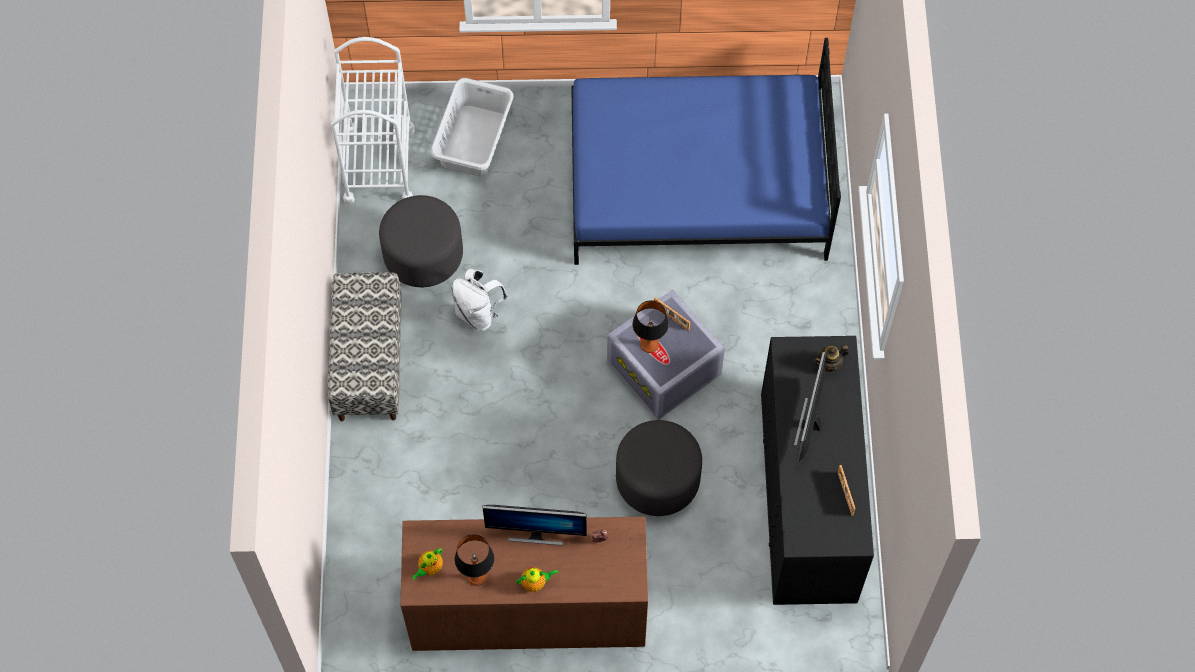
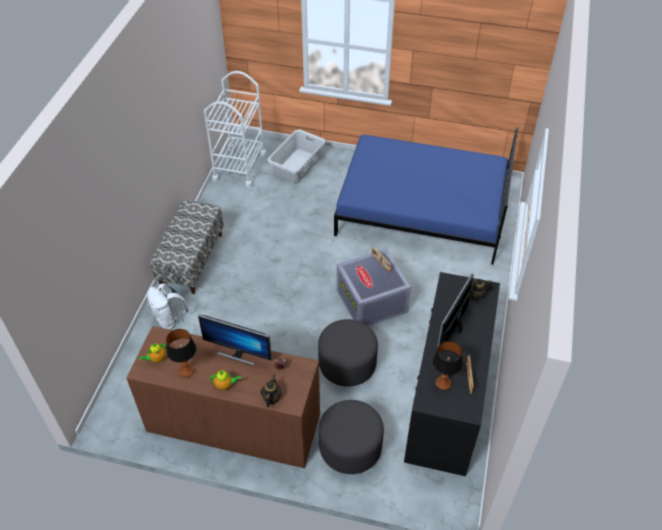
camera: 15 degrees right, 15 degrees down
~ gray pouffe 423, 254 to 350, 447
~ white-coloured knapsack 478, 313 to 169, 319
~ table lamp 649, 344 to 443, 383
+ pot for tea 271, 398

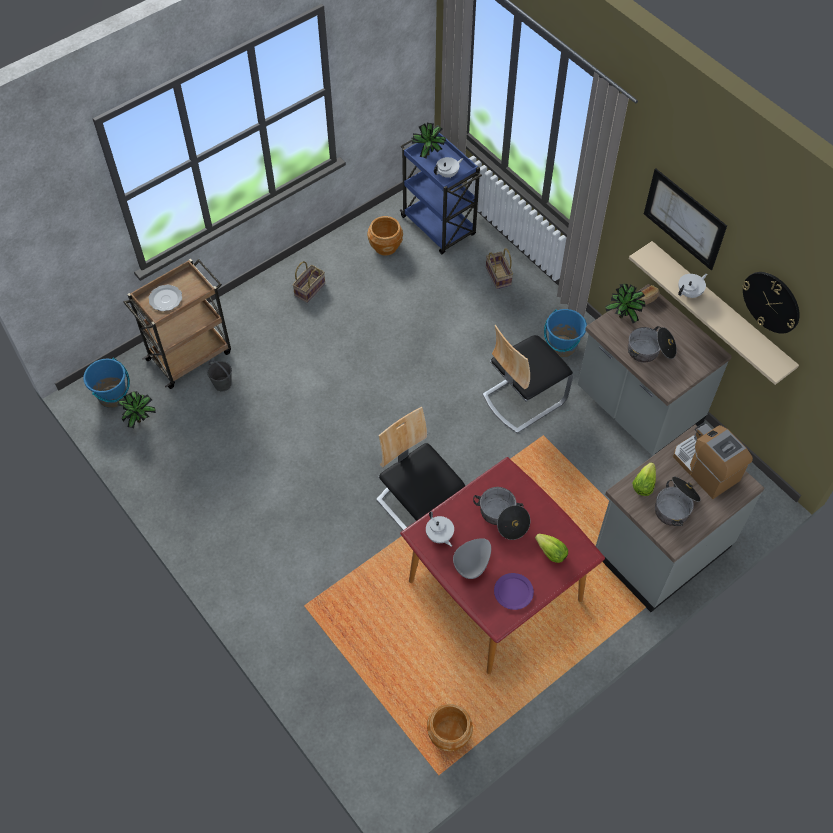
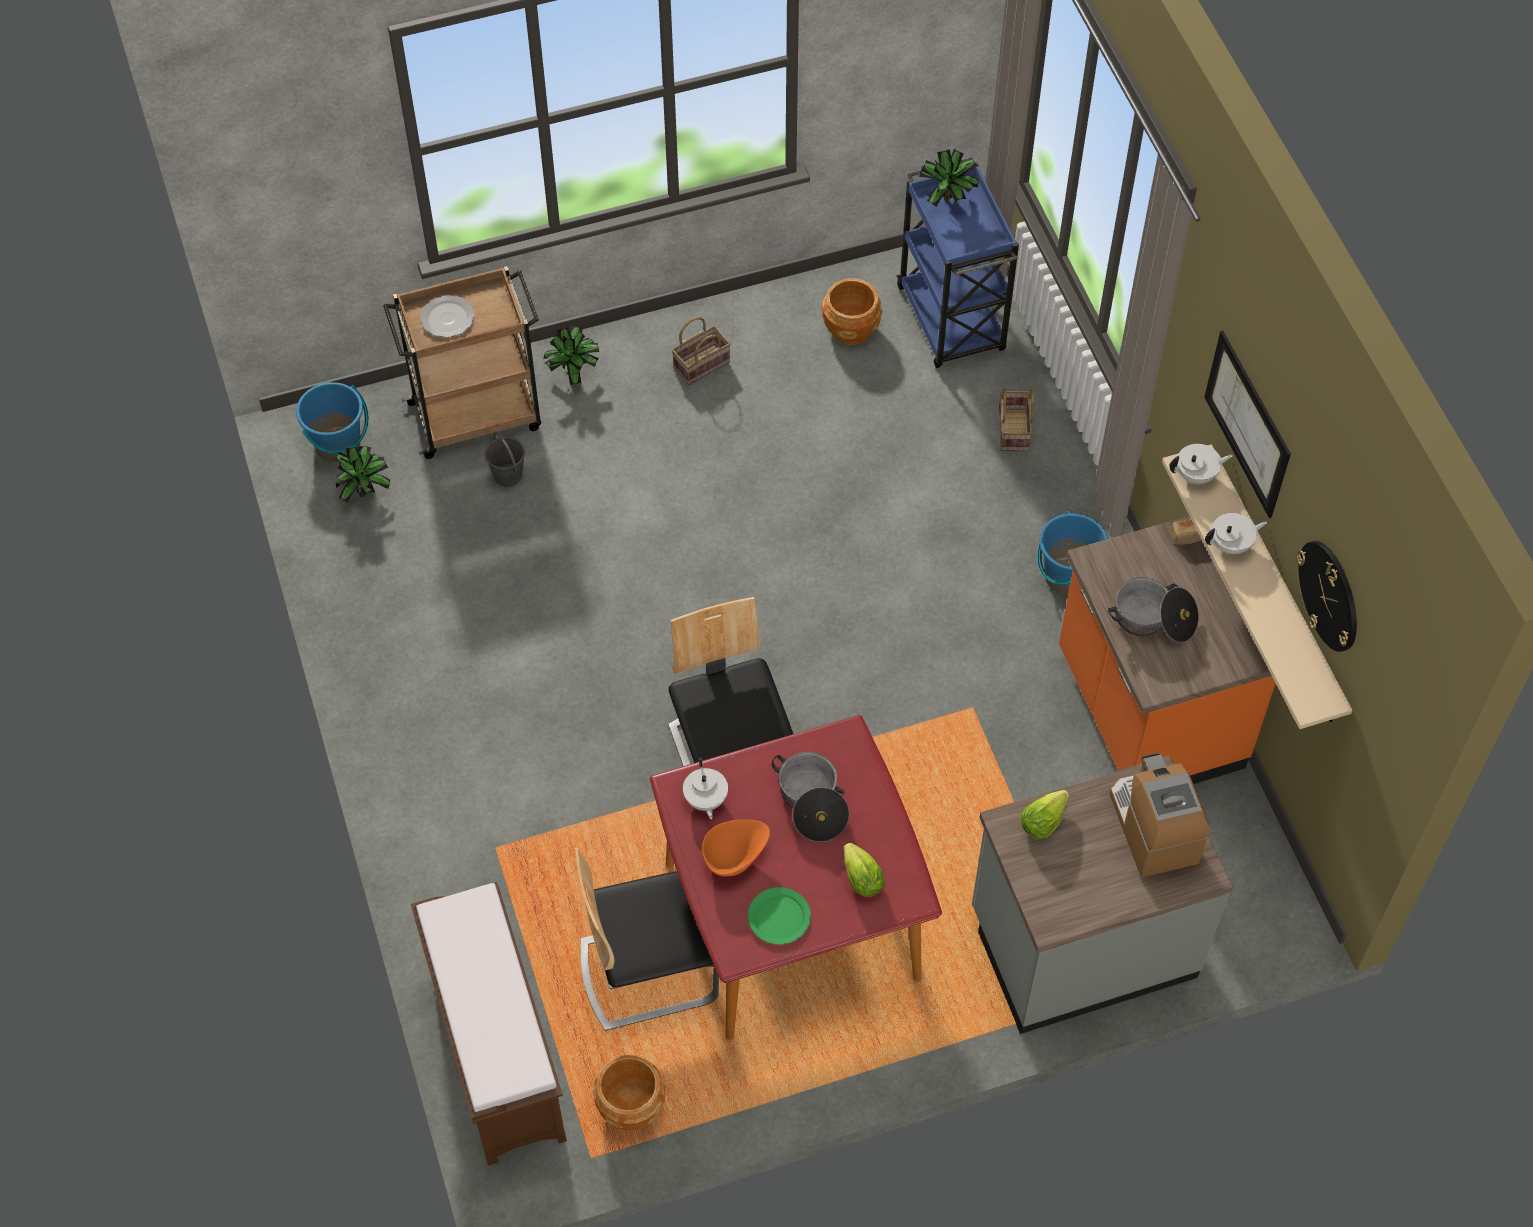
camera: 20 degrees right, 0 degrees up
~ white-coloured pot for tea 448, 174 to 1196, 475
~ gray deep dish 472, 565 to orange deep dish 735, 858
~ plain chair 523, 398 to 647, 970
~ purple dinner plate 513, 592 to green dinner plate 779, 917
~ gray kitchen base unit 637, 408 to orange kitchen base unit 1146, 712
~ houseplant 623, 316 to 574, 374
- saucepot 675, 506
+ brownish bench 496, 1052

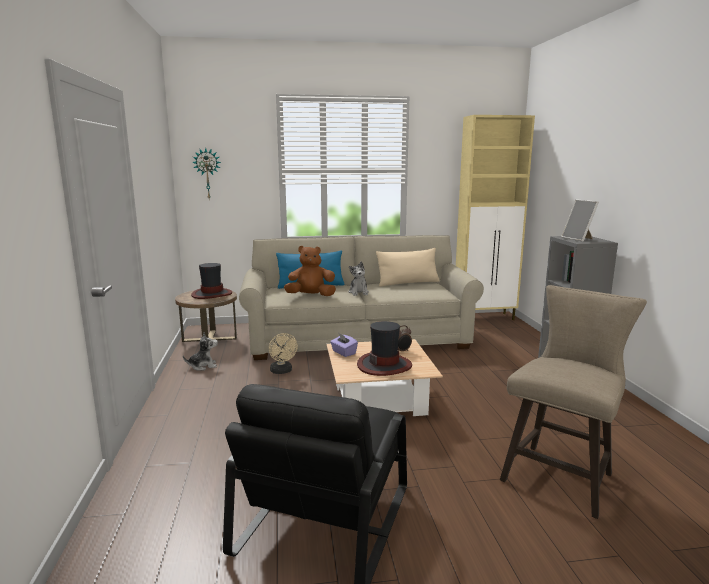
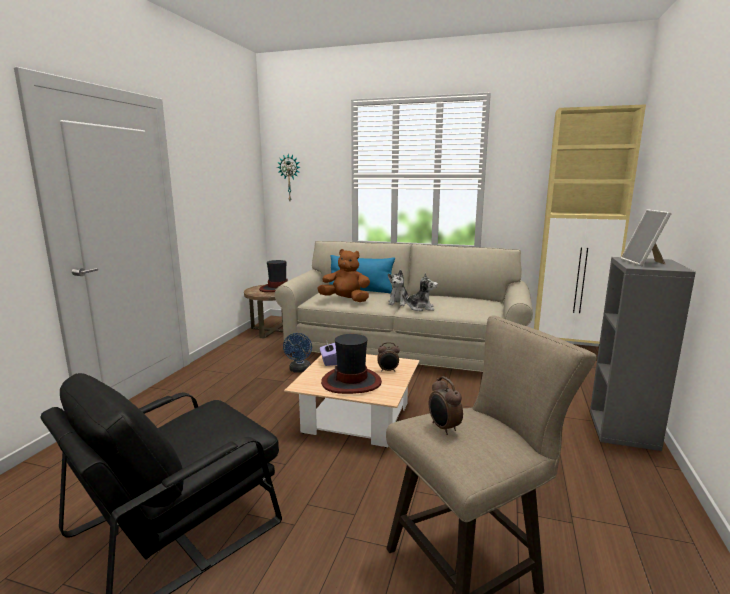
camera: 25 degrees right, 0 degrees up
~ cuddly toy 203, 366 to 420, 308
~ sand-coloured electric fan 282, 371 to blue electric fan 299, 370
- sand-coloured pillow 408, 283
+ table clock 443, 428

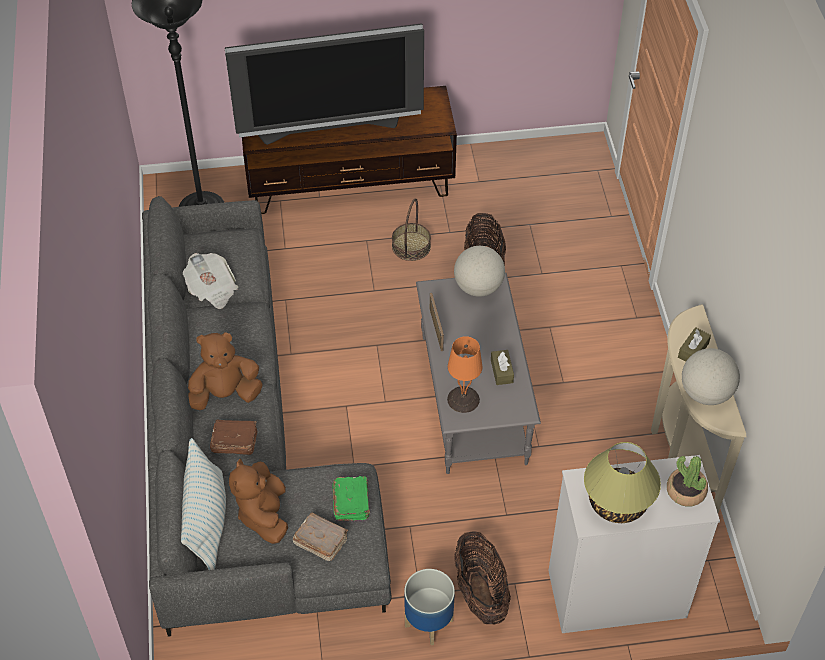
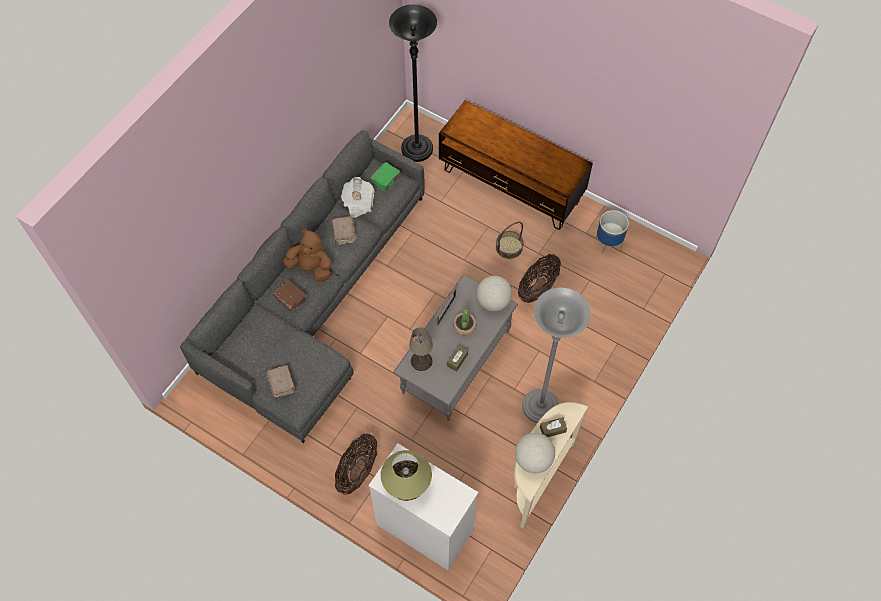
camera: 40 degrees right, 10 degrees up
- pillow 207, 521
- television 329, 127
- brownish cuddly toy 263, 515
~ green volume 352, 502 to 386, 179
~ plant pot 429, 623 to 608, 243
~ orange table lamp 464, 399 to sand-coloured table lamp 421, 361
~ houseplant 685, 491 to 464, 326
+ brownish volume 344, 234
+ gray standing lamp 540, 407

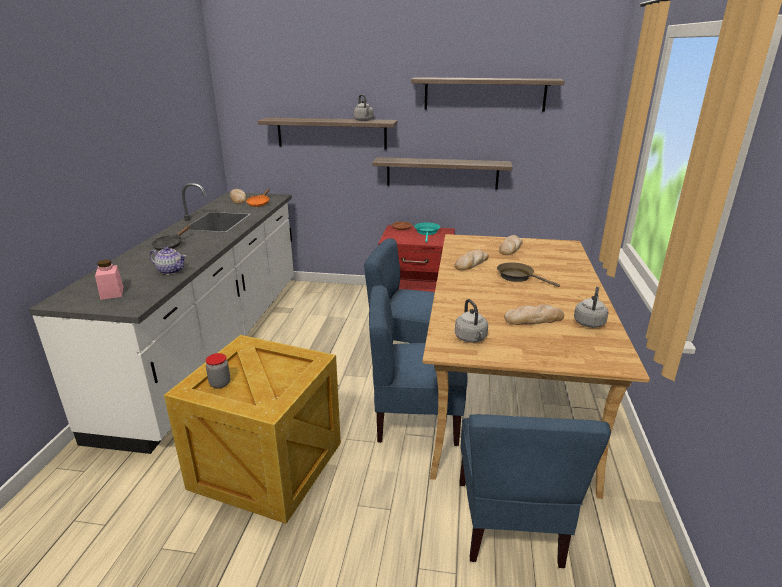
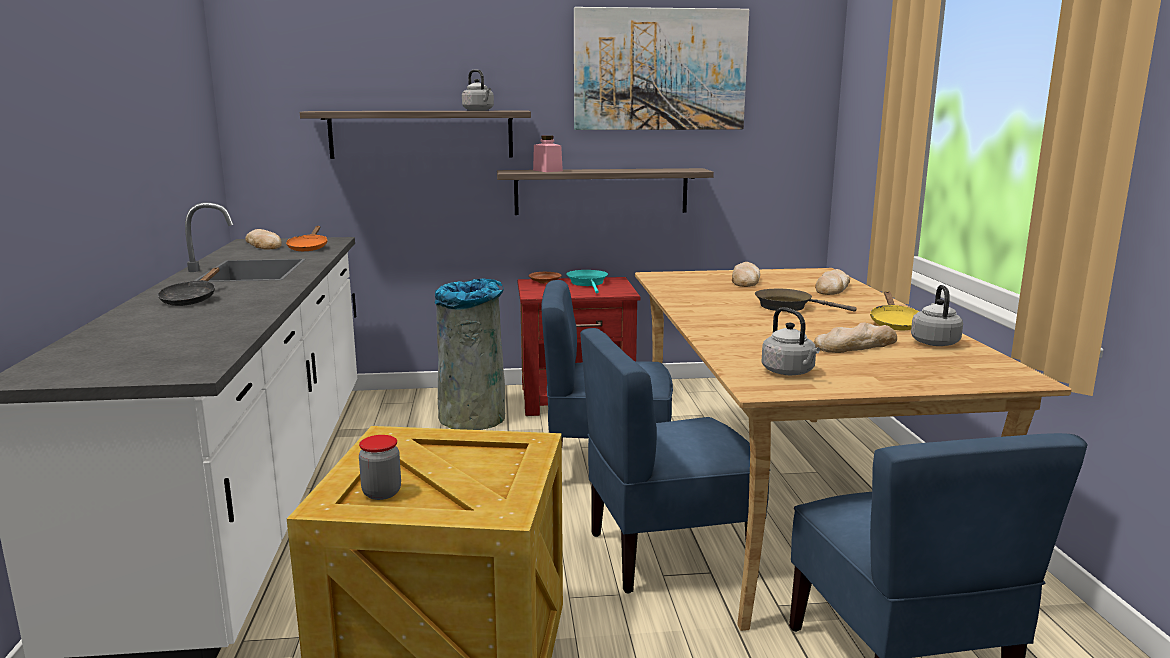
camera: 15 degrees left, 10 degrees down
~ pinkish preserve jar 112, 293 to 547, 170
- pot for tea 171, 271
~ wall shelf 484, 94 to wall art 660, 70
~ bakery bread 471, 263 to 832, 287
+ gray trash can 473, 417
+ yellow frying pan 894, 323

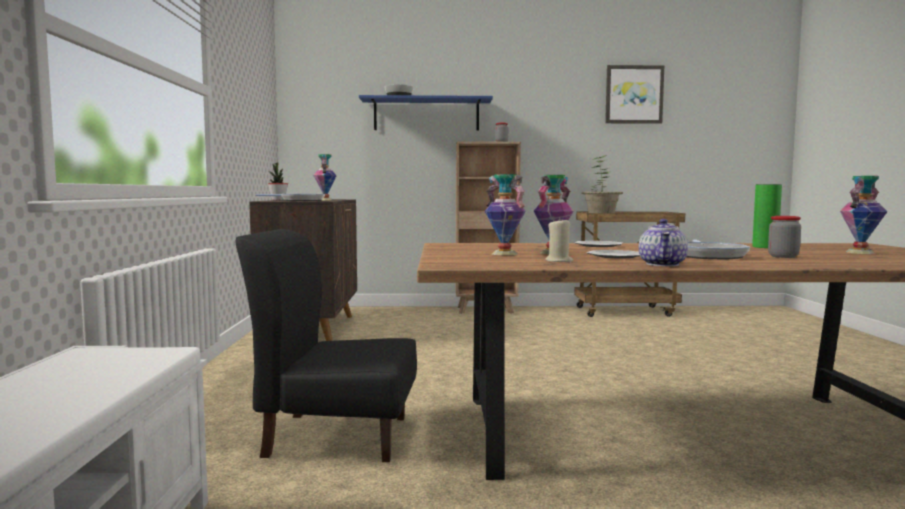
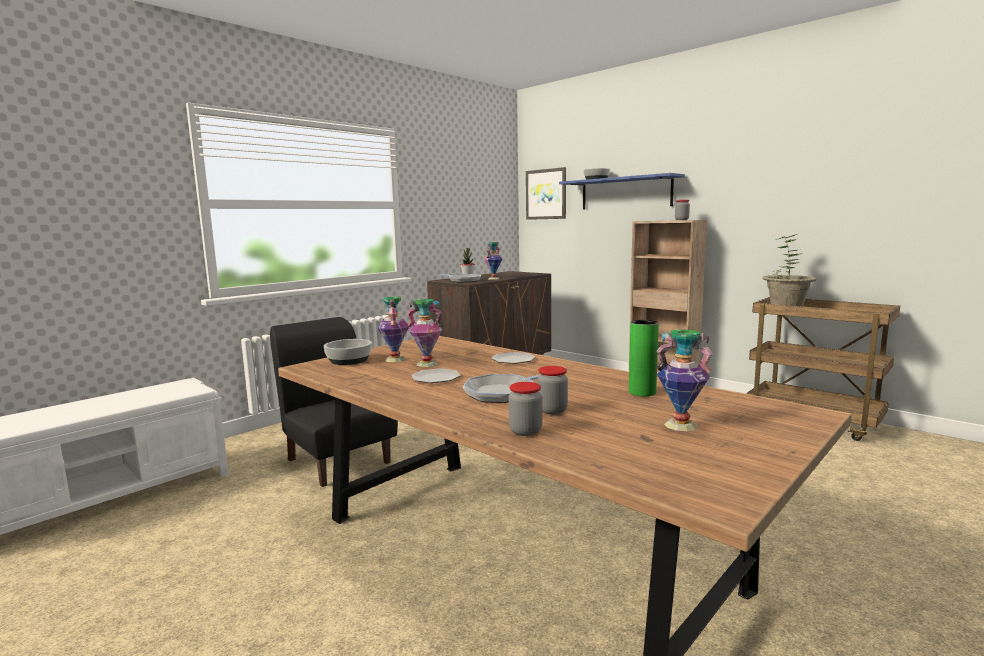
camera: 45 degrees right, 5 degrees up
- sand-coloured candle 559, 261
~ wall art 634, 94 to 546, 194
- pot for tea 663, 264
+ deep dish 349, 360
+ preserve jar 525, 431

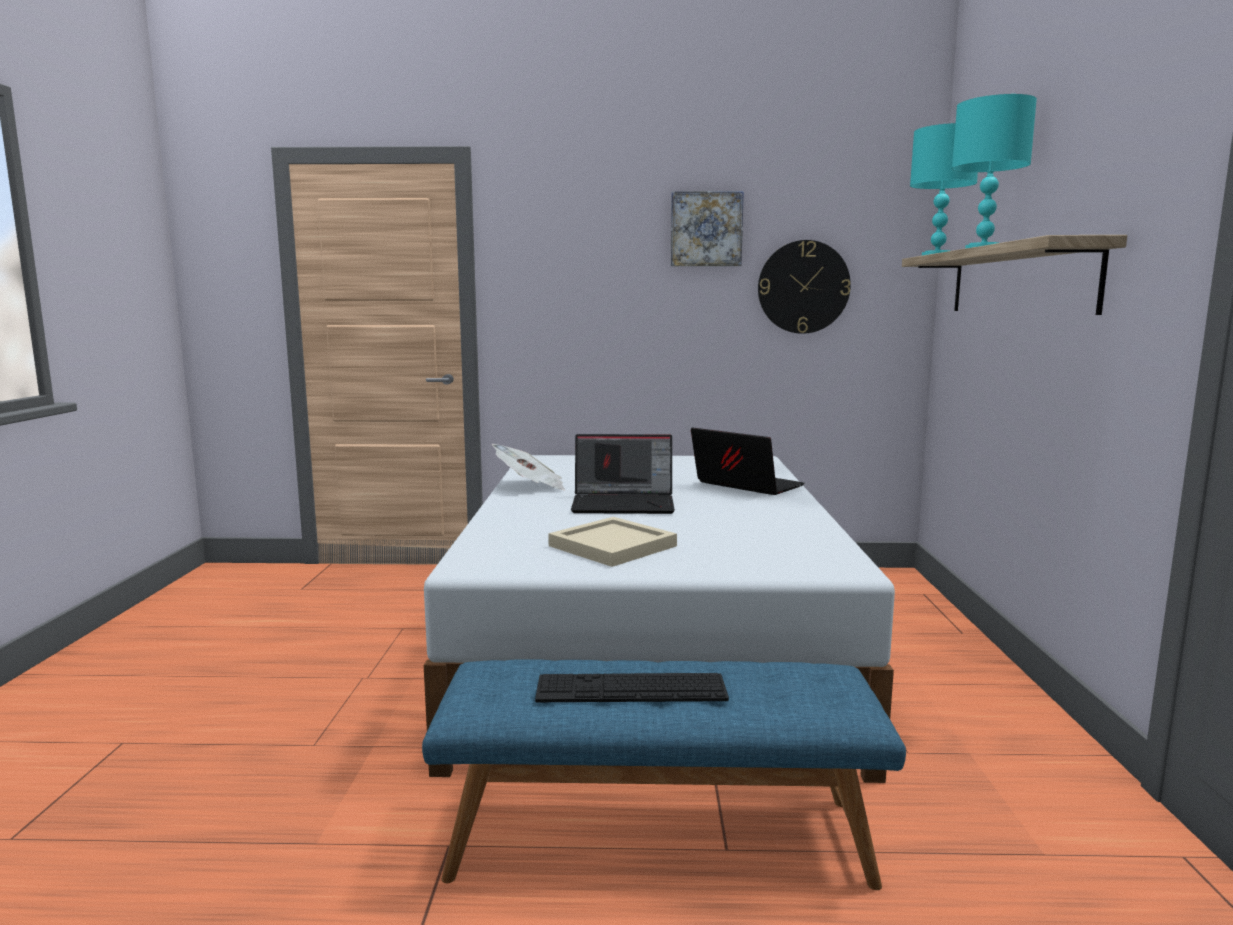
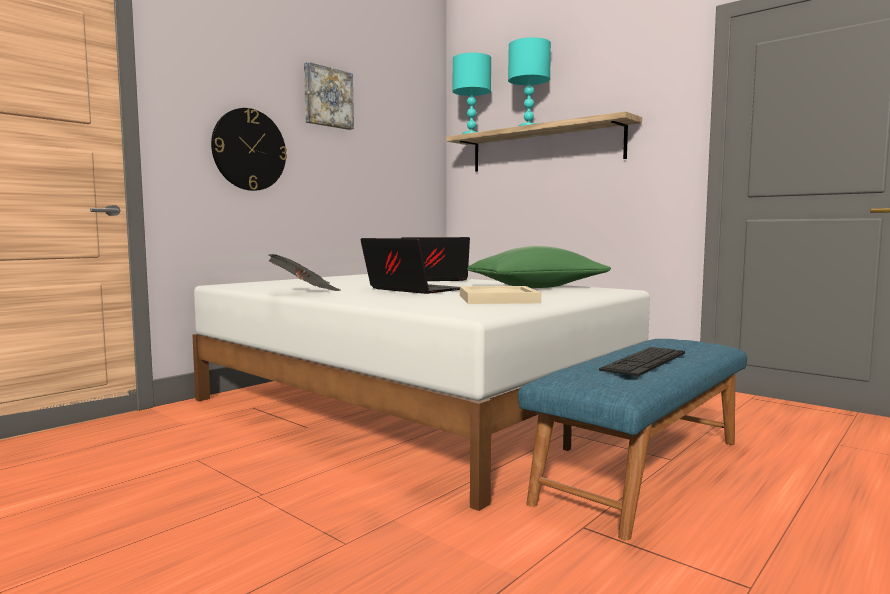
camera: 50 degrees left, 5 degrees down
~ portable computer 624, 504 = 409, 290 90 degrees counterclockwise
~ wall clock 803, 287 to 249, 150
+ green pillow 538, 287

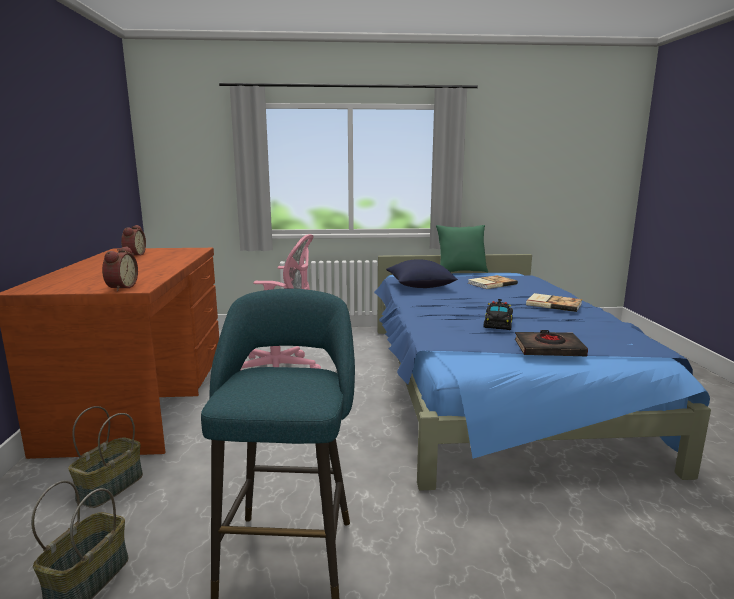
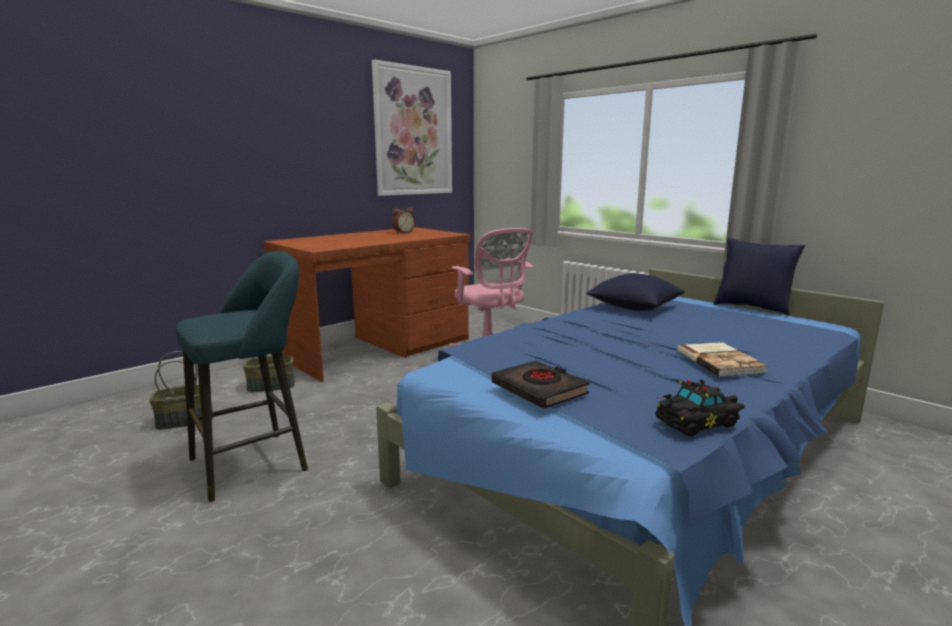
camera: 50 degrees right, 0 degrees up
- table clock 120, 287
~ green pillow 460, 272 to blue pillow 752, 308
- volume 491, 283
~ black-coloured toy car 498, 323 to 698, 422
+ wall art 413, 132

